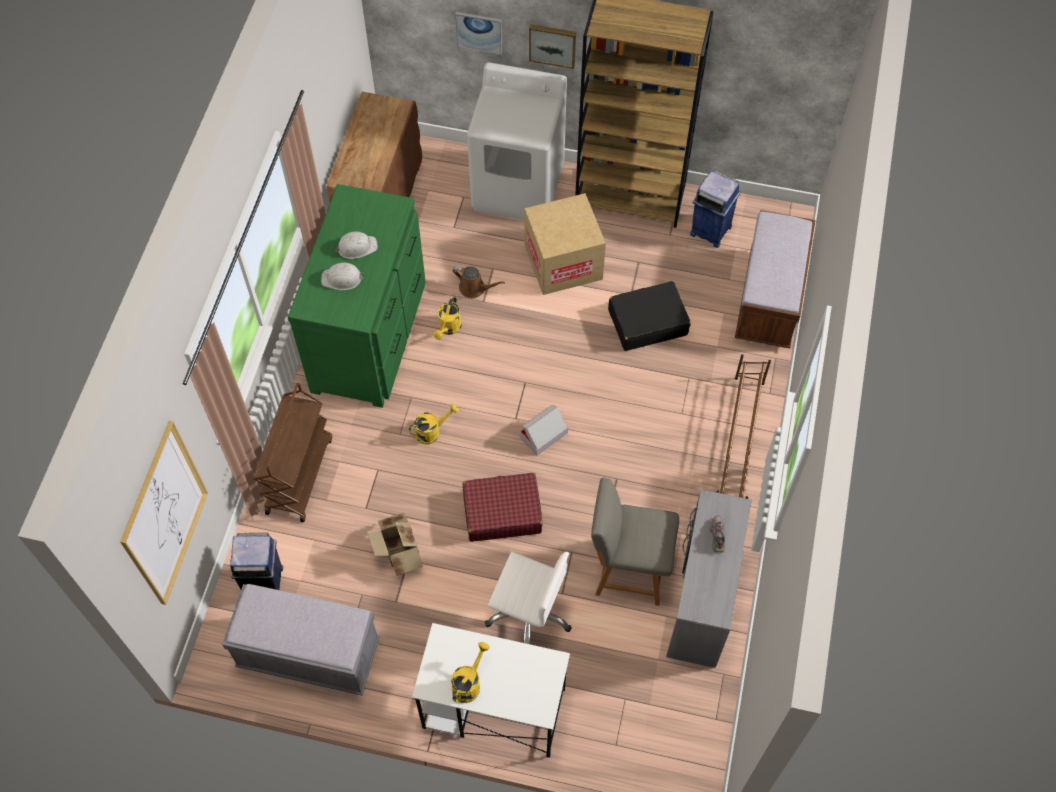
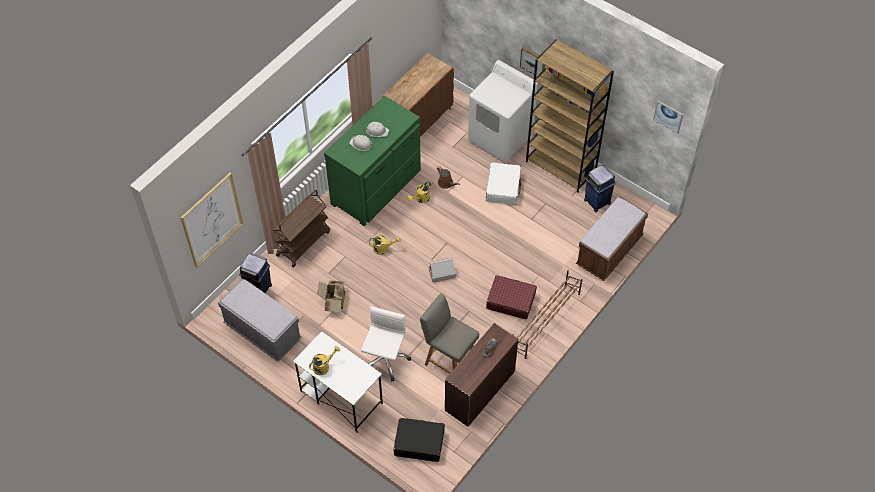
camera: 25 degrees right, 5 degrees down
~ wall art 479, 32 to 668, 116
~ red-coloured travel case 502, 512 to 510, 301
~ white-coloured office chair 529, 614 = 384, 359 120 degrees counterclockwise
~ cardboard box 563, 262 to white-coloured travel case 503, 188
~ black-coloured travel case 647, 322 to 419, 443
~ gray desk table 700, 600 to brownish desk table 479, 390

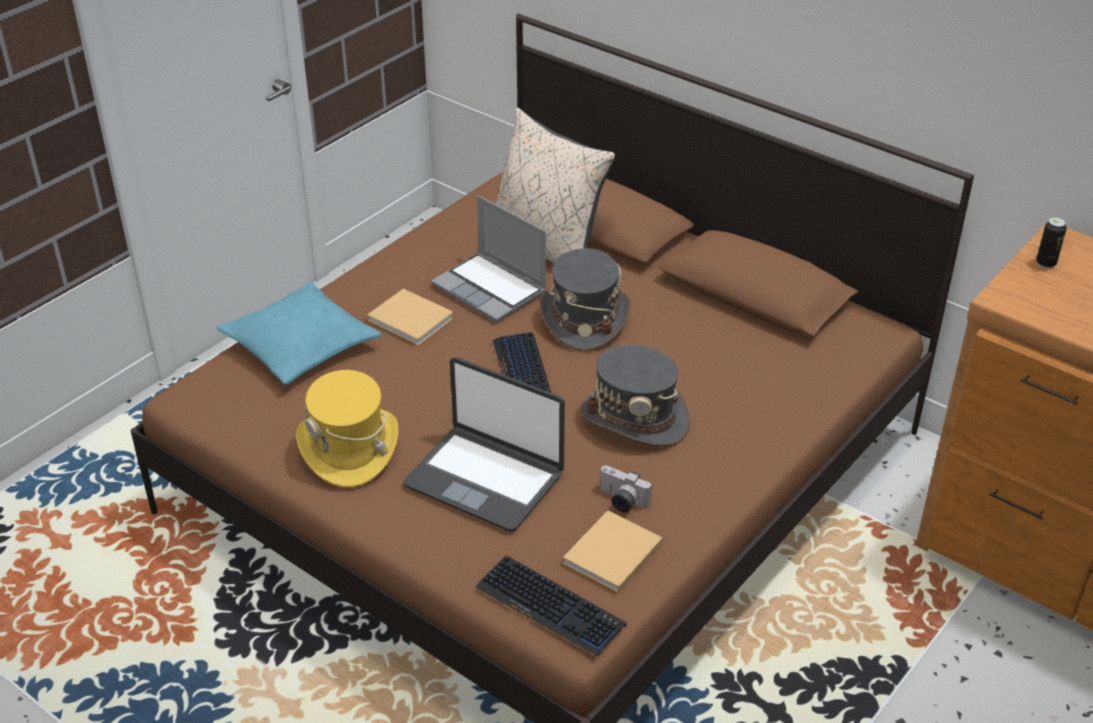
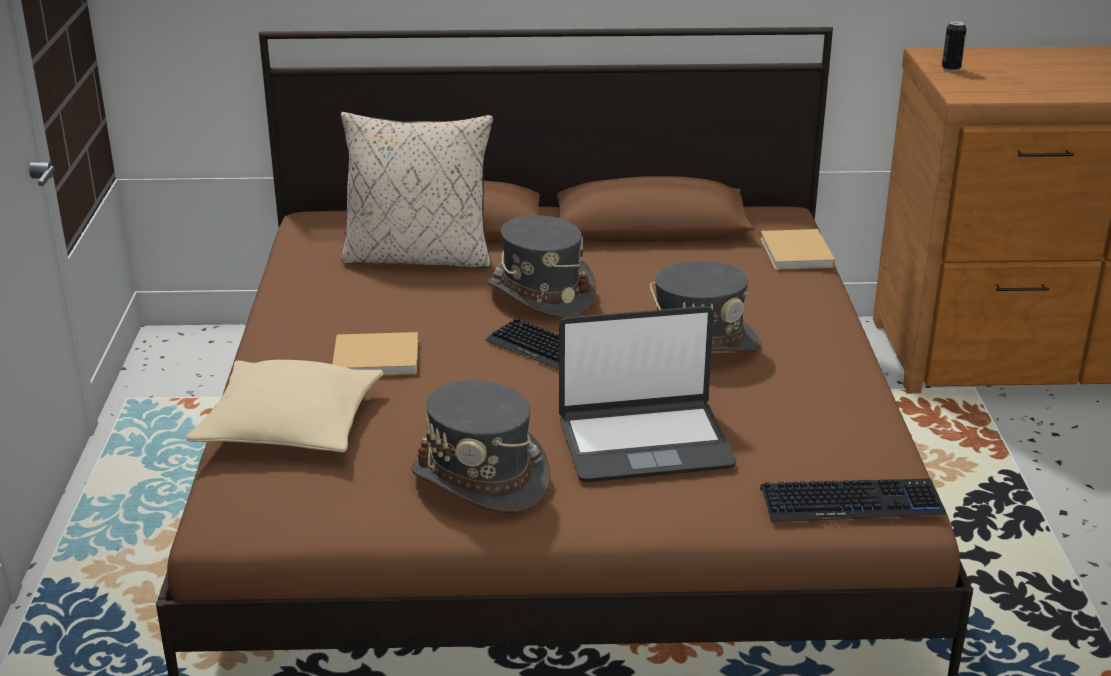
camera: 40 degrees left, 10 degrees down
~ blue-green pillow 300, 346 to sand-coloured pillow 290, 425
~ yellow hat 349, 448 to gray hat 481, 479
- portable computer 491, 289
~ sand-coloured volume 611, 555 to 797, 254
- still camera 621, 501

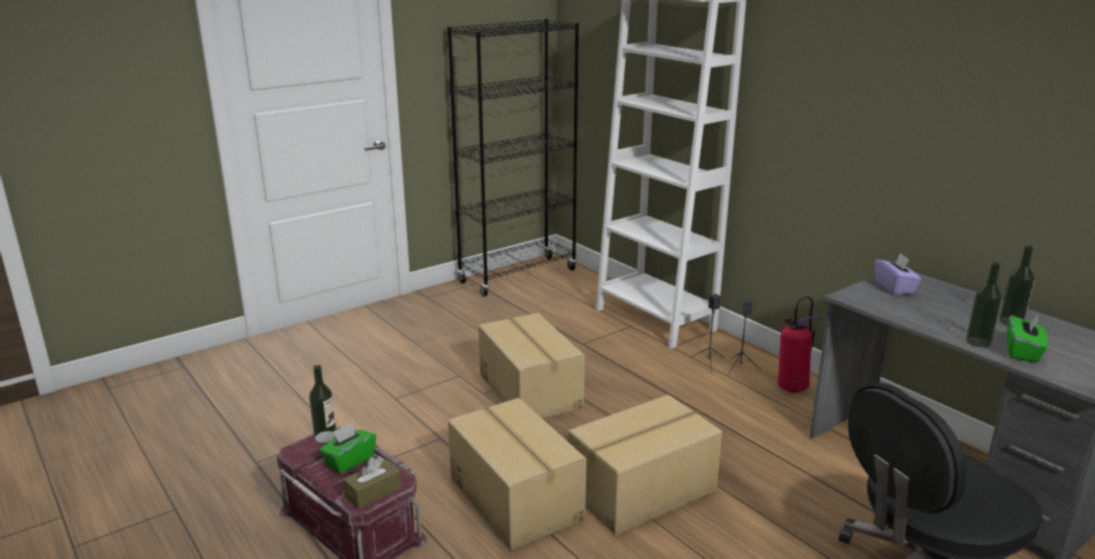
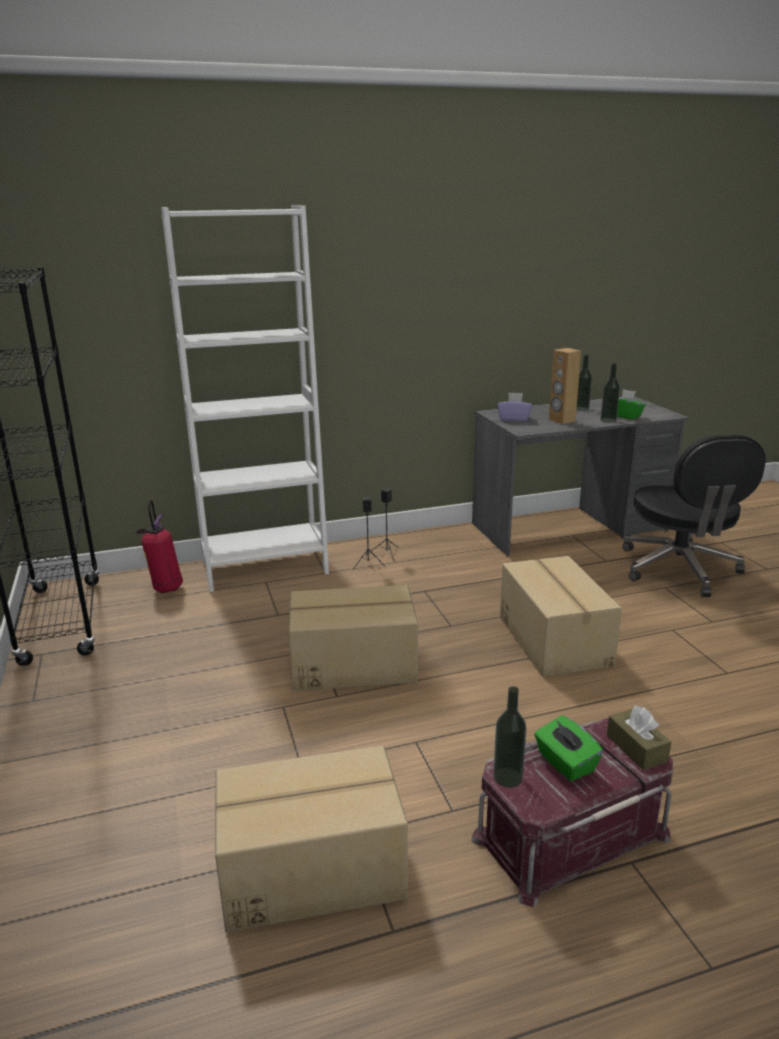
camera: 70 degrees left, 0 degrees up
~ cardboard box 517, 498 to 311, 867
~ fire-fighting cylinder 792, 388 to 166, 589
+ brownish speaker 561, 420

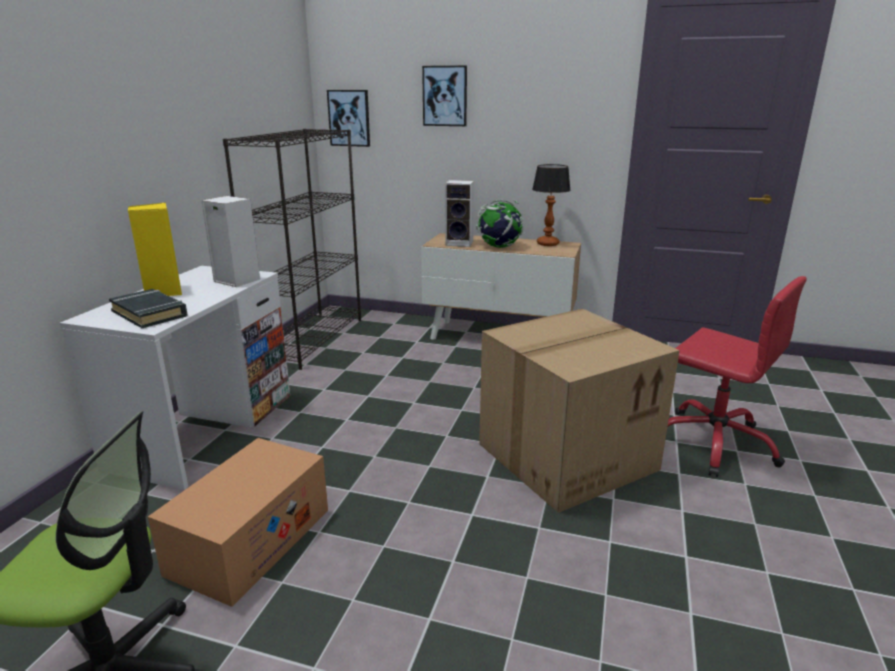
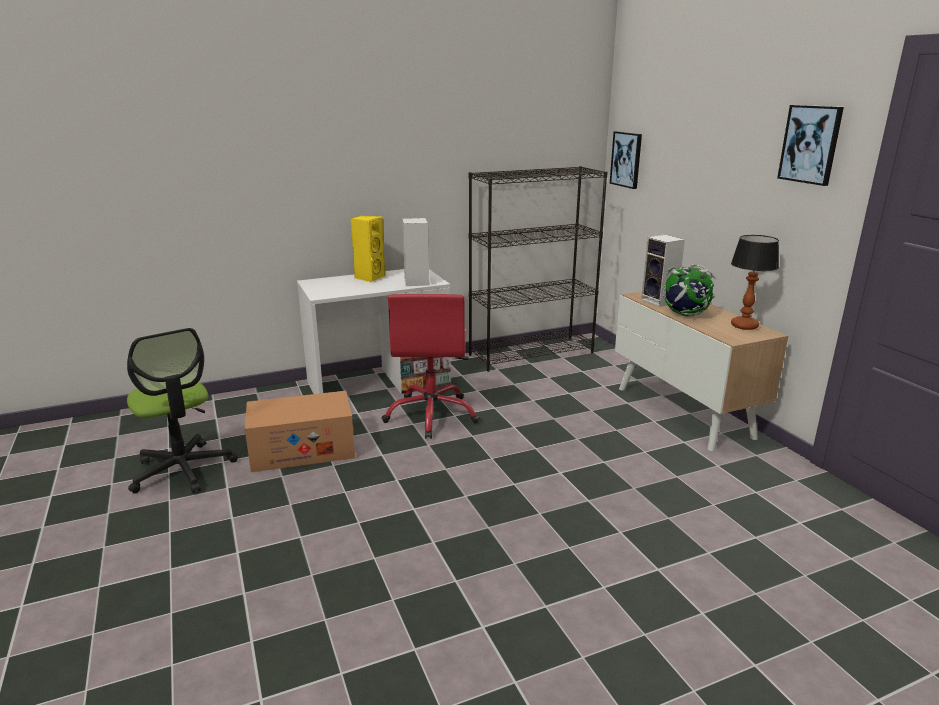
camera: 50 degrees right, 0 degrees up
- black-coloured volume 150, 313
~ wall art 445, 96 to 810, 144
- cardboard box 567, 455
~ red-coloured office chair 714, 443 to 432, 415

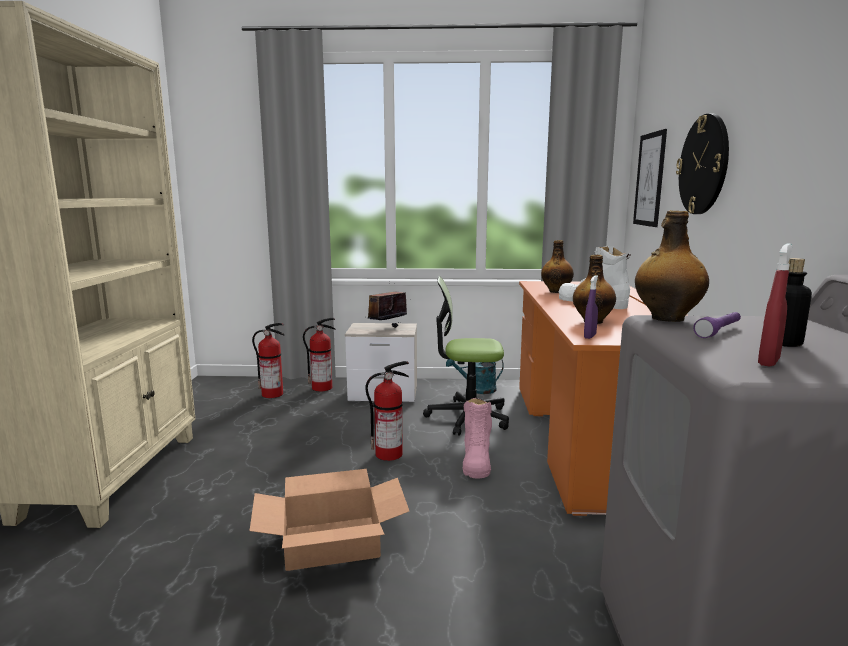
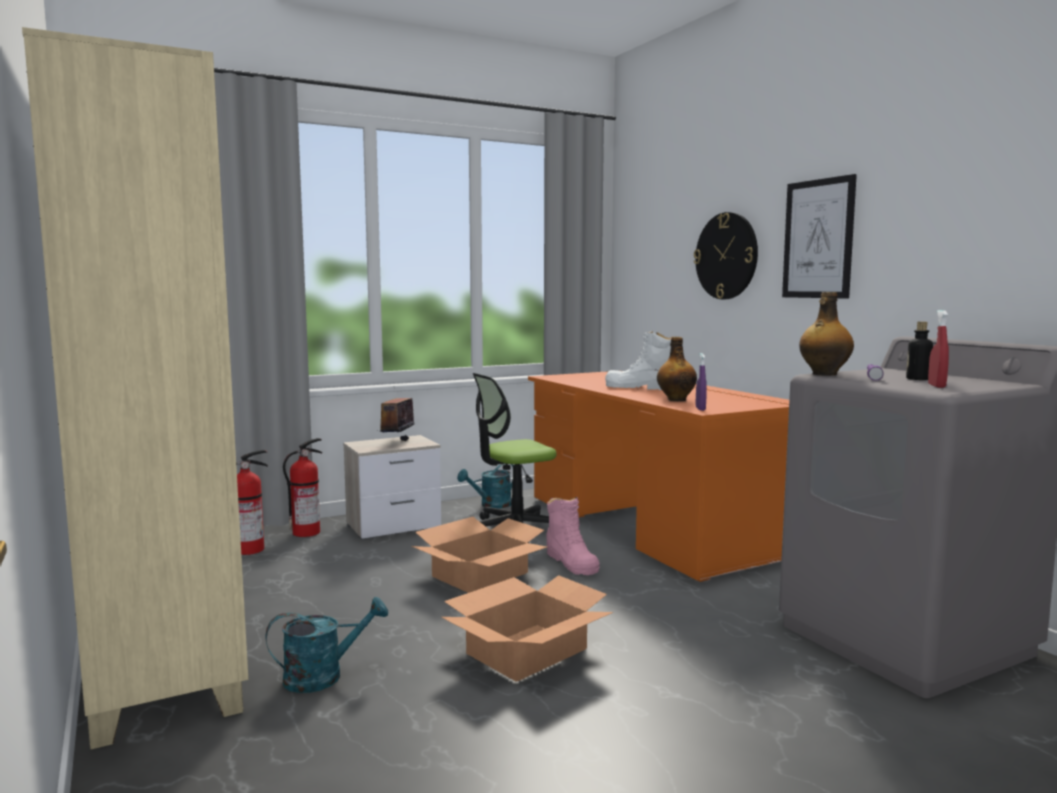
camera: 30 degrees left, 5 degrees down
~ fire-fighting cylinder 390, 454 to cardboard box 480, 575
- beverage bottle 556, 291
~ wall art 649, 179 to 818, 239
+ blue-green watering pot 324, 676

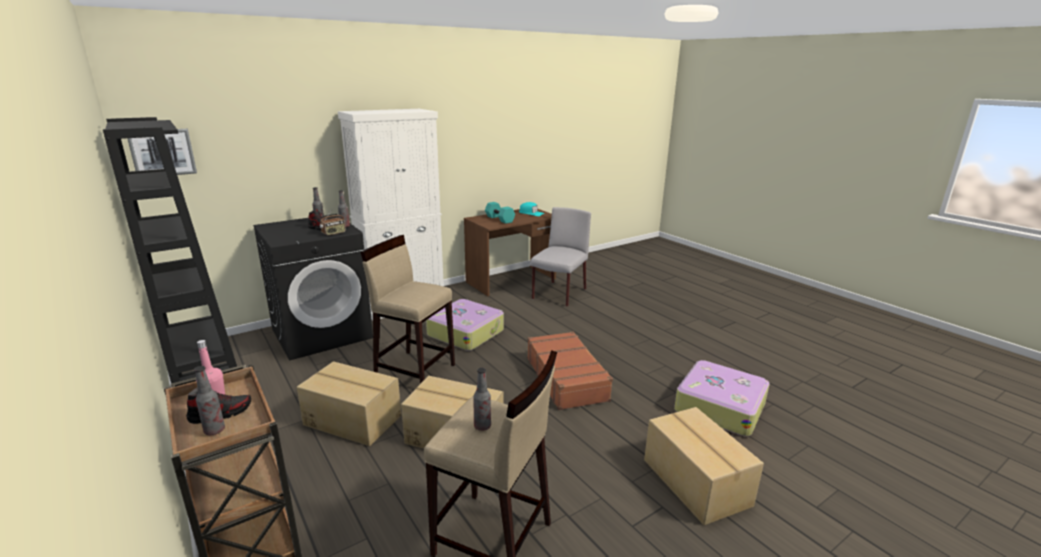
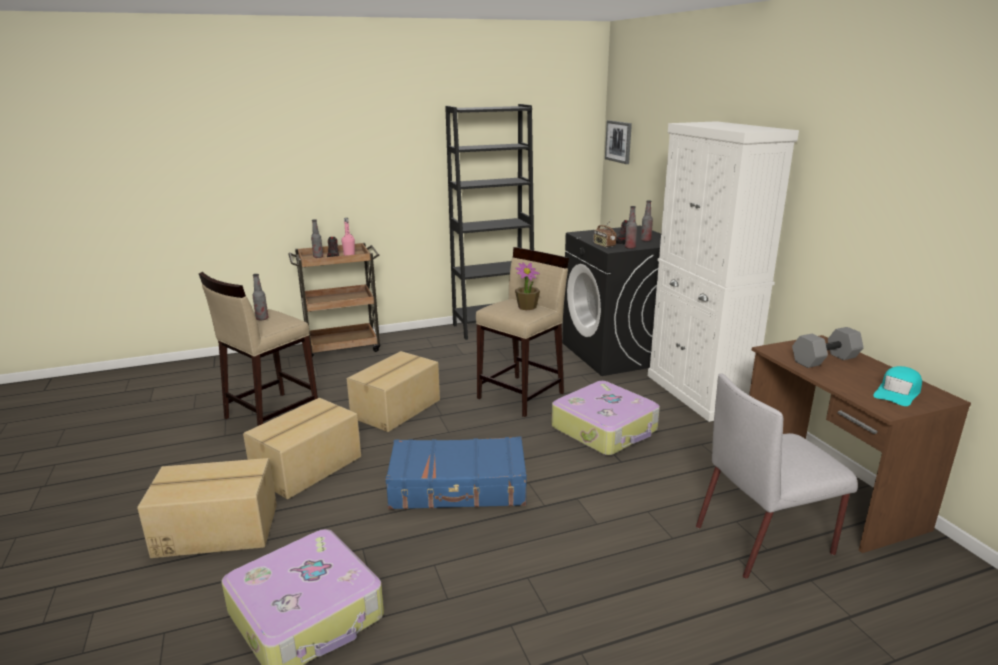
camera: 105 degrees right, 0 degrees up
~ cardboard box 353, 419 to 308, 467
~ blue-green dumbbell 500, 219 to gray dumbbell 825, 360
~ brownish travel case 566, 378 to blue travel case 458, 487
~ gray plain chair 559, 294 = 765, 539 120 degrees clockwise
+ houseplant 527, 307

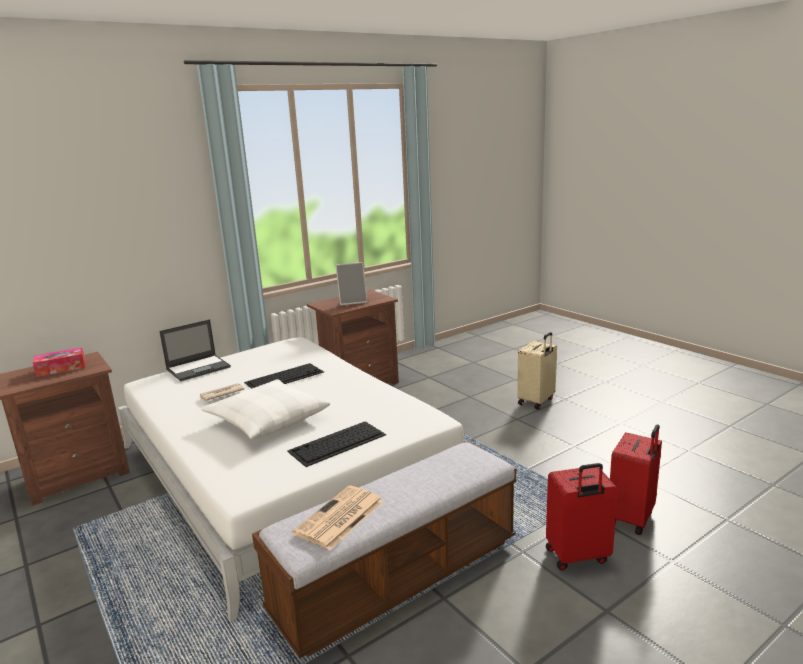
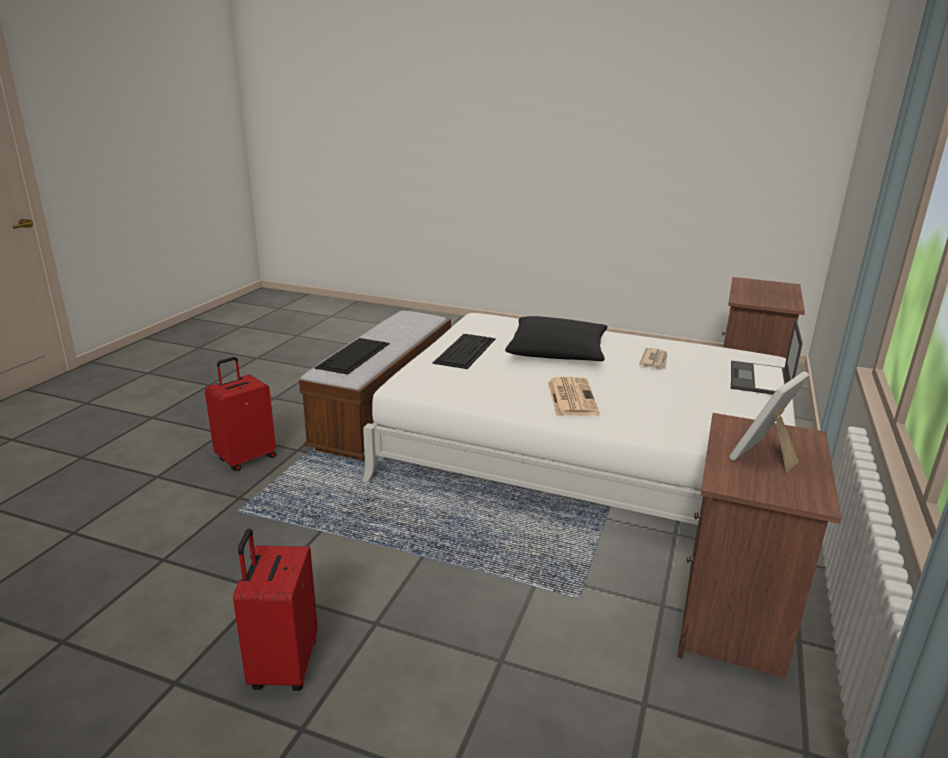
camera: 145 degrees right, 5 degrees up
- tissue box 61, 368
~ white-coloured pillow 267, 419 to black-coloured pillow 557, 351
~ computer keyboard 285, 377 to 353, 356
~ daily paper 339, 518 to 571, 397
- sand-coloured travel case 537, 401
~ red-coloured travel case 632, 518 to 282, 666

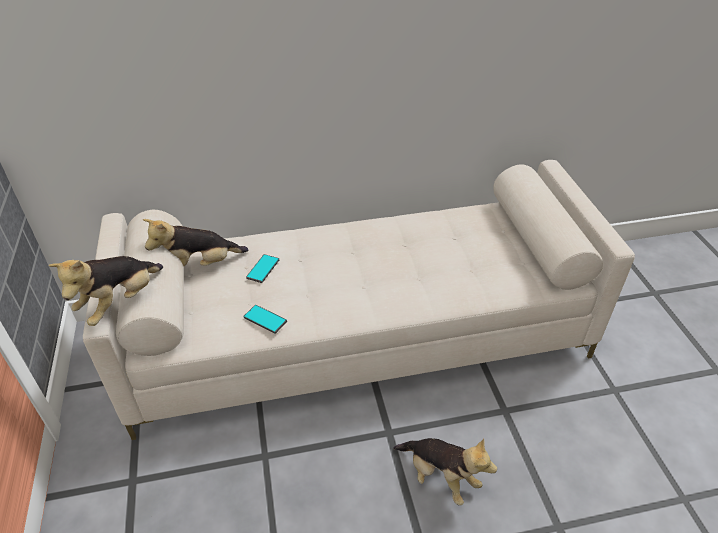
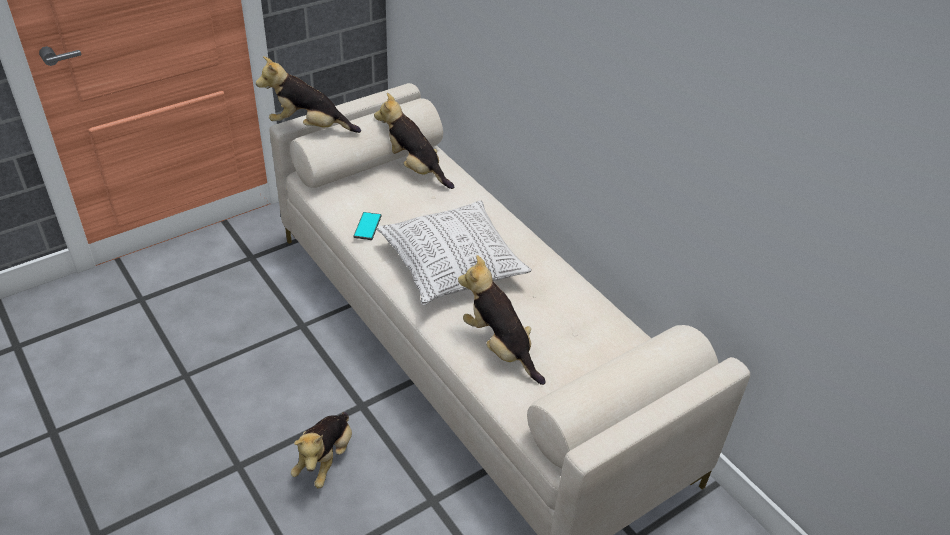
camera: 65 degrees right, 0 degrees up
- telephone 263, 269
+ pillow 452, 266
+ cuddly toy 500, 347

